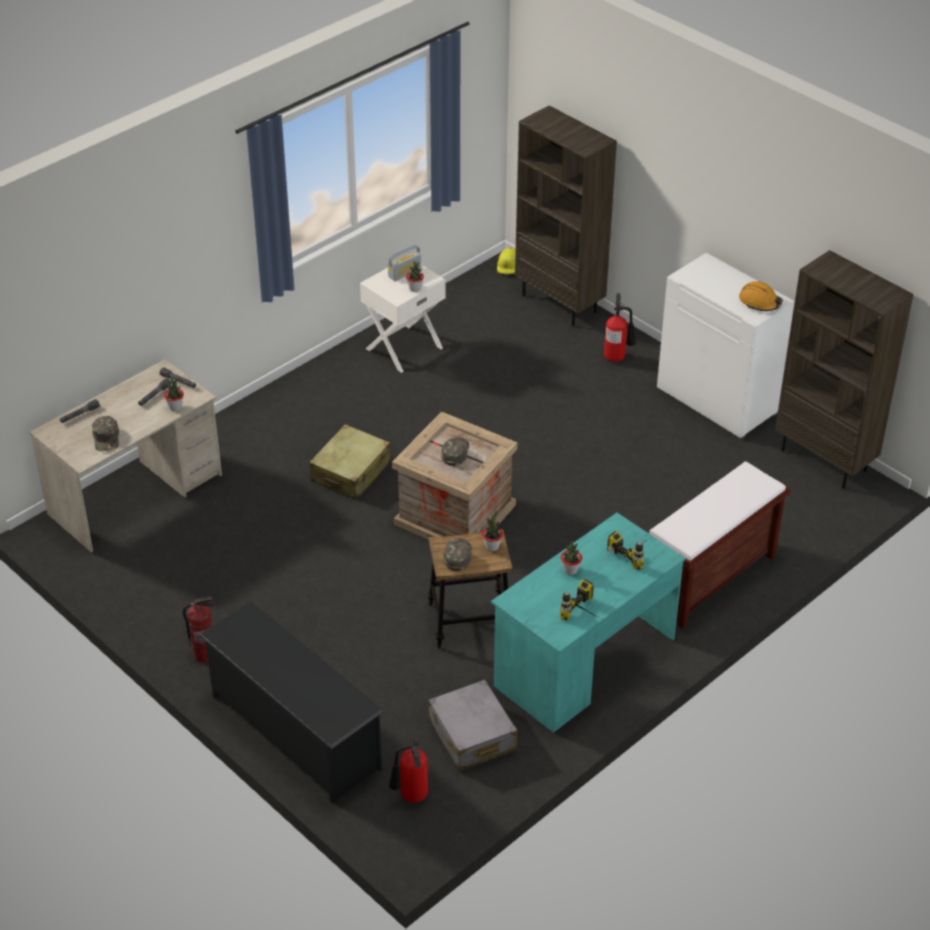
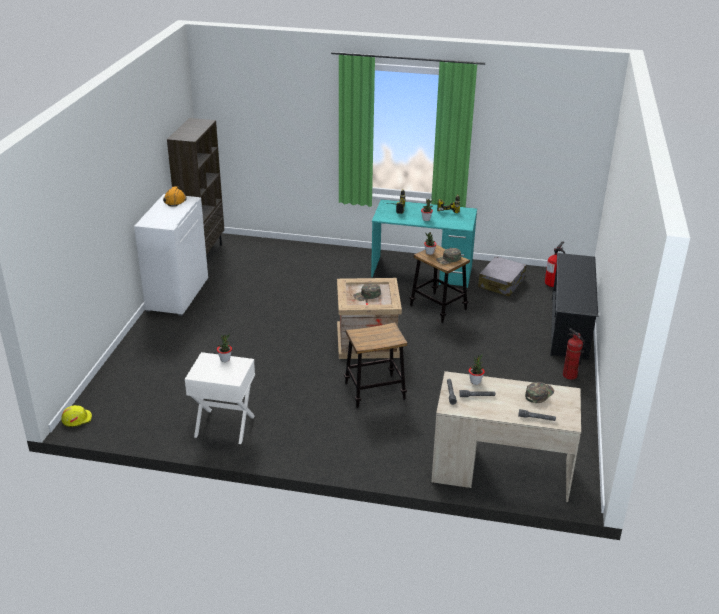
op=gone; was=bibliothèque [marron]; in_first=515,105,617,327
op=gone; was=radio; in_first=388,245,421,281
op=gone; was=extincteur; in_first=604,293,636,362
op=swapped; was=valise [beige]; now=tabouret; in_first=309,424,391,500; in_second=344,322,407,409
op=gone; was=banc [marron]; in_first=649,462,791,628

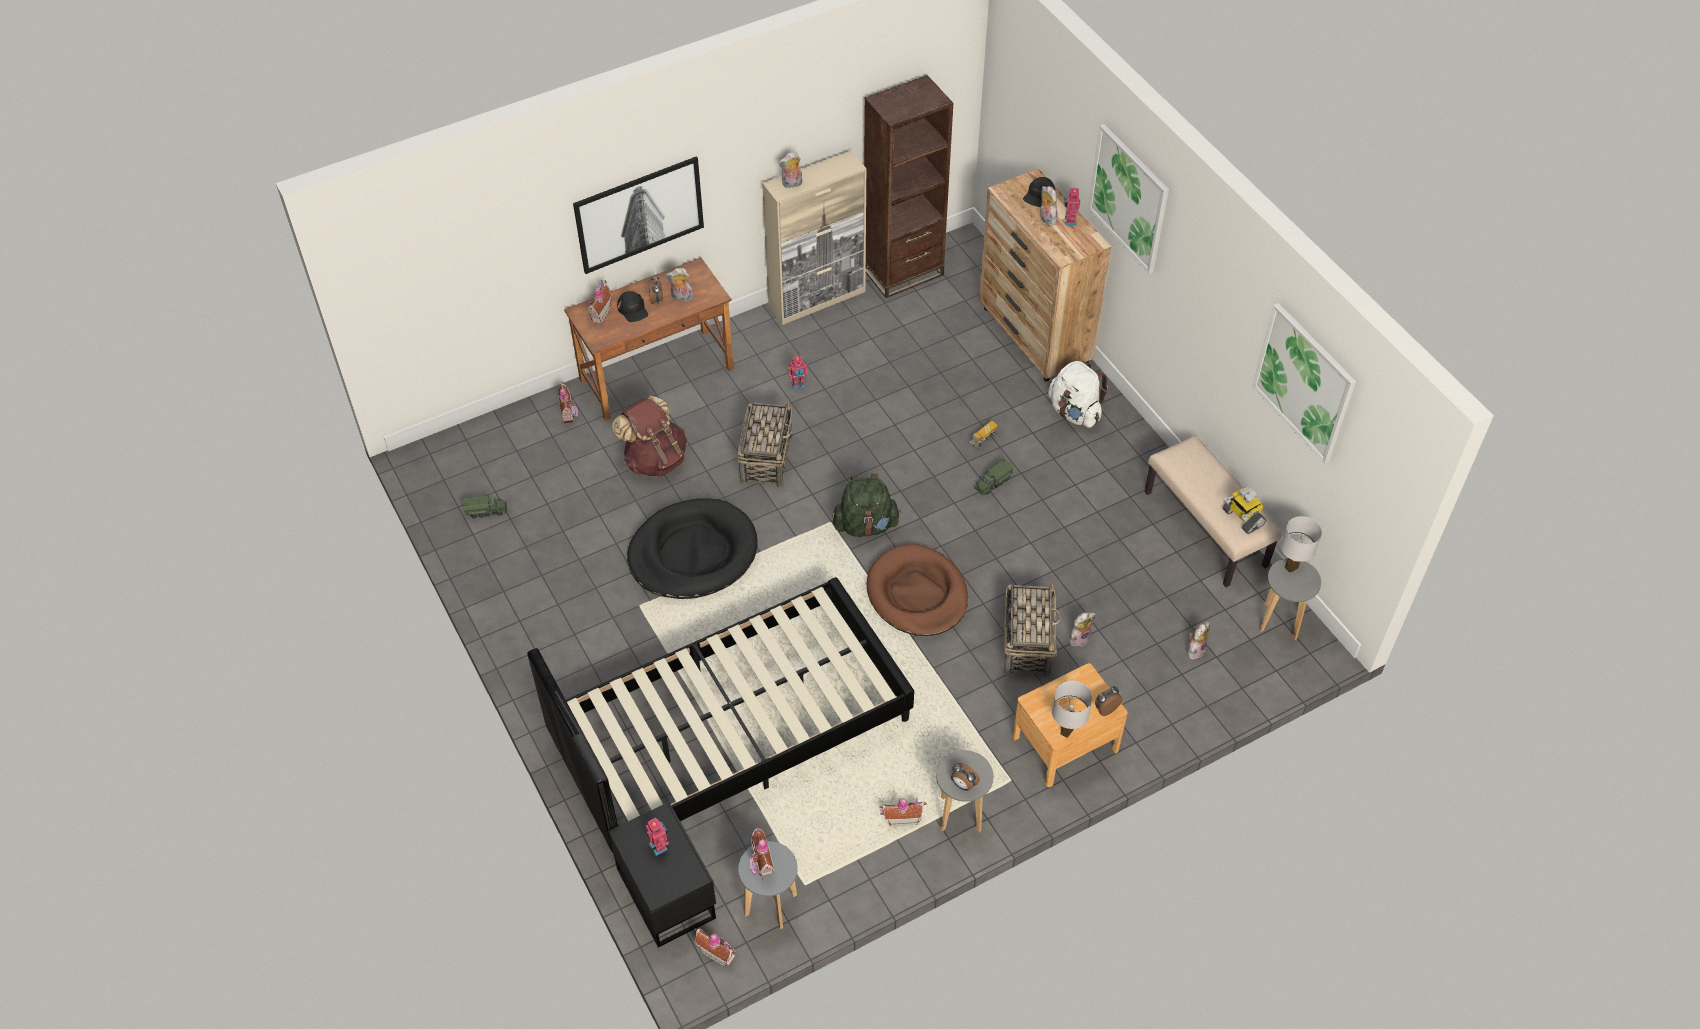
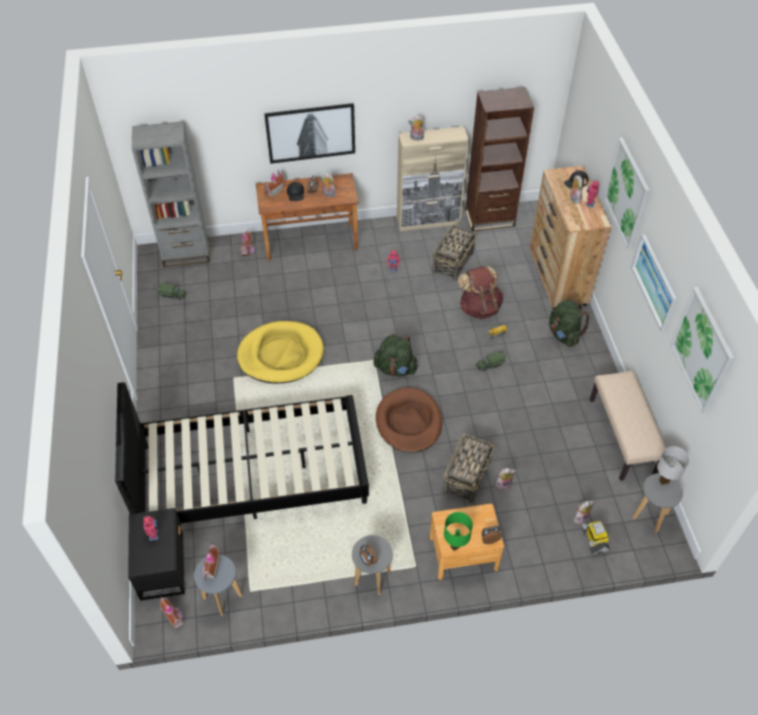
op=repainted; was=sac à dos [blanc]; now=sac à dos [vert]; in_first=1048,361,1108,428; in_second=549,300,590,347
op=shifted; was=sac à dos [marron]; in_first=612,395,687,477; in_second=458,266,503,319
op=shifted; was=panier; in_first=737,402,792,488; in_second=432,225,476,281
op=shifted; was=robot jouet; in_first=1222,486,1266,534; in_second=582,521,610,555
op=repainted; was=panier pour chien [noir]; now=panier pour chien [jaune]; in_first=627,498,758,599; in_second=237,321,324,384
op=repainted; was=lampe de table [blanc]; now=lampe de table [vert]; in_first=1052,681,1092,738; in_second=444,512,473,551
op=gone; was=maison miniature; in_first=879,798,927,827
op=new; now=bibliothèque [gris]; in_second=132,121,210,267
op=new; now=tableau; in_second=631,235,677,331

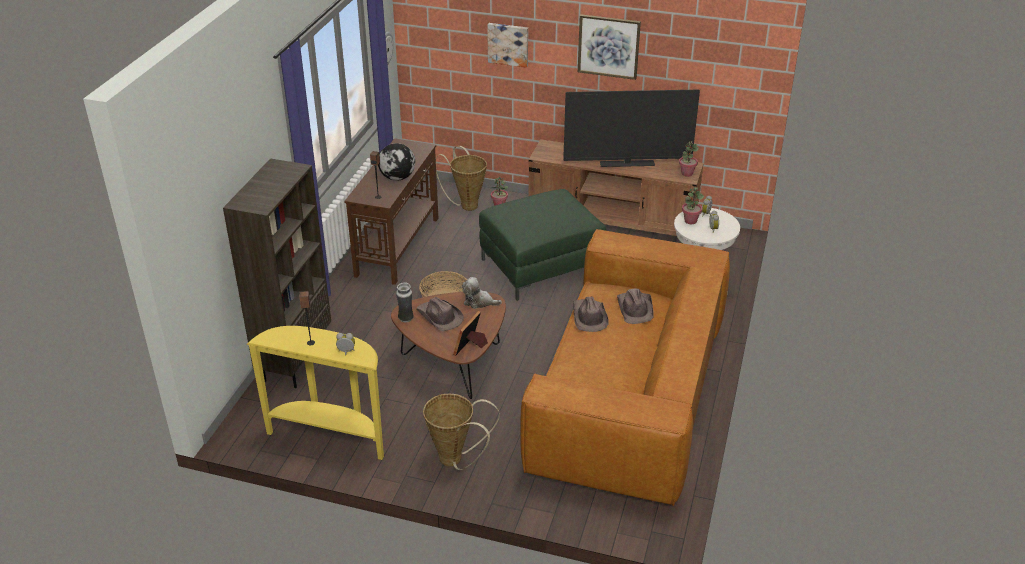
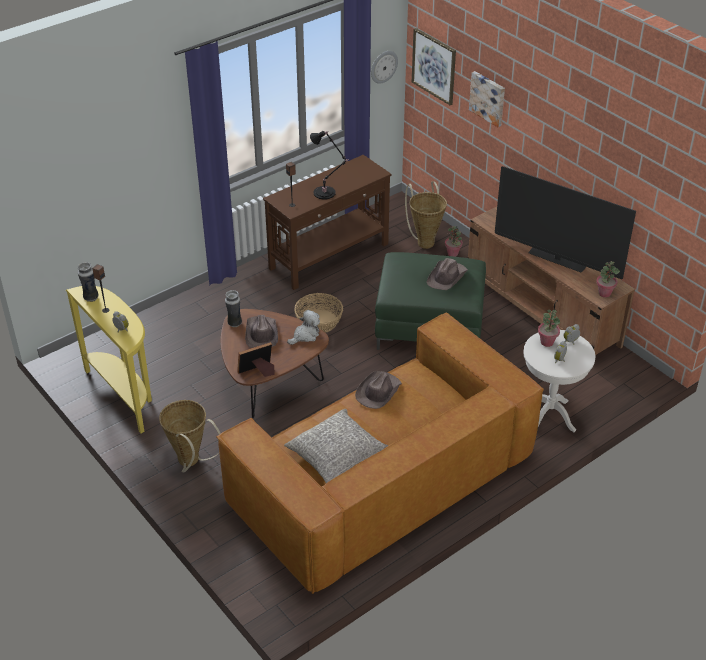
op=shifted; was=tableau; in_first=578,14,641,80; in_second=412,28,456,105
op=swapped; was=globe; now=lampe de table [noir]; in_first=378,143,415,180; in_second=310,131,348,200
op=gone; was=bibliothèque [marron]; in_first=223,158,331,388
op=rotated; was=peluche; in_first=462,277,502,309; in_second=287,310,320,345; clockwise=90
op=shifted; was=chapeau [marron]; in_first=617,289,654,324; in_second=426,258,468,290
op=new; now=vase; in_second=78,262,99,302
op=new; now=coussin [gris]; in_second=284,409,388,483

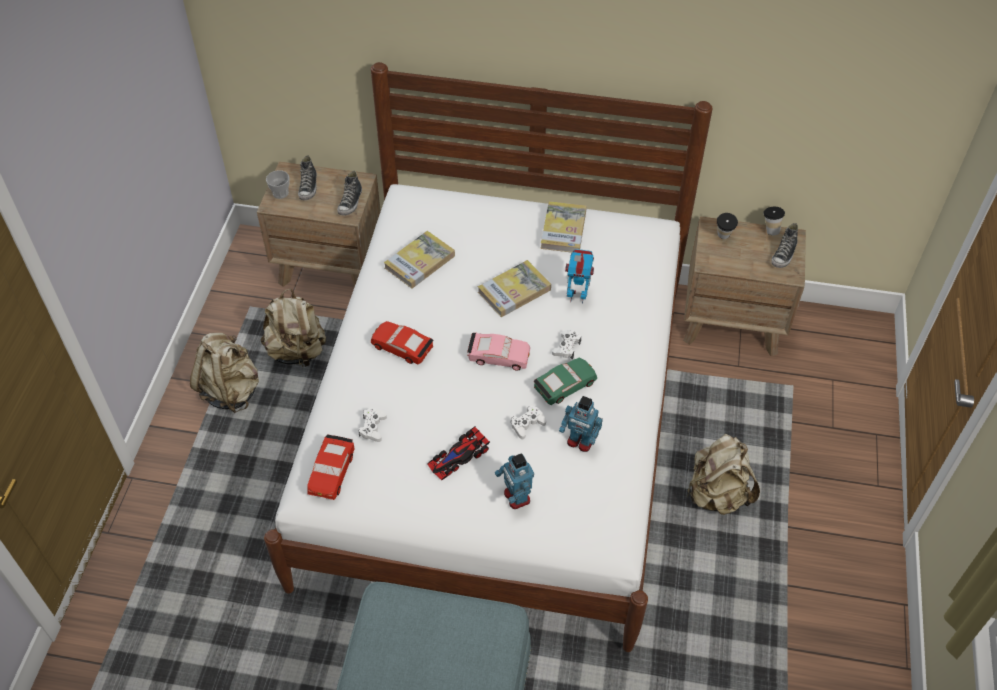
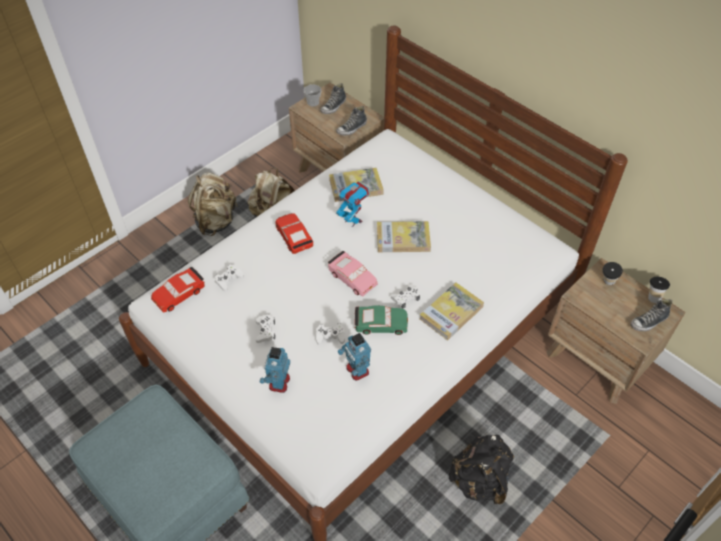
op=shifted; was=livre; in_first=540,201,587,253; in_second=420,283,484,340
op=shifted; was=robot jouet; in_first=565,249,594,304; in_second=336,181,369,227
op=swapped; was=petite voiture; now=manette [blanc]; in_first=427,426,490,480; in_second=256,315,275,343
op=repainted; was=sac à dos [beige]; now=sac à dos [noir]; in_first=686,433,760,515; in_second=449,435,514,504

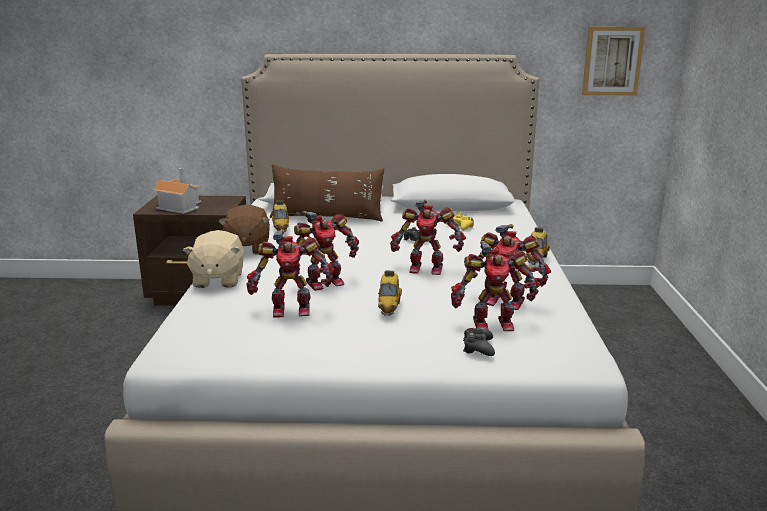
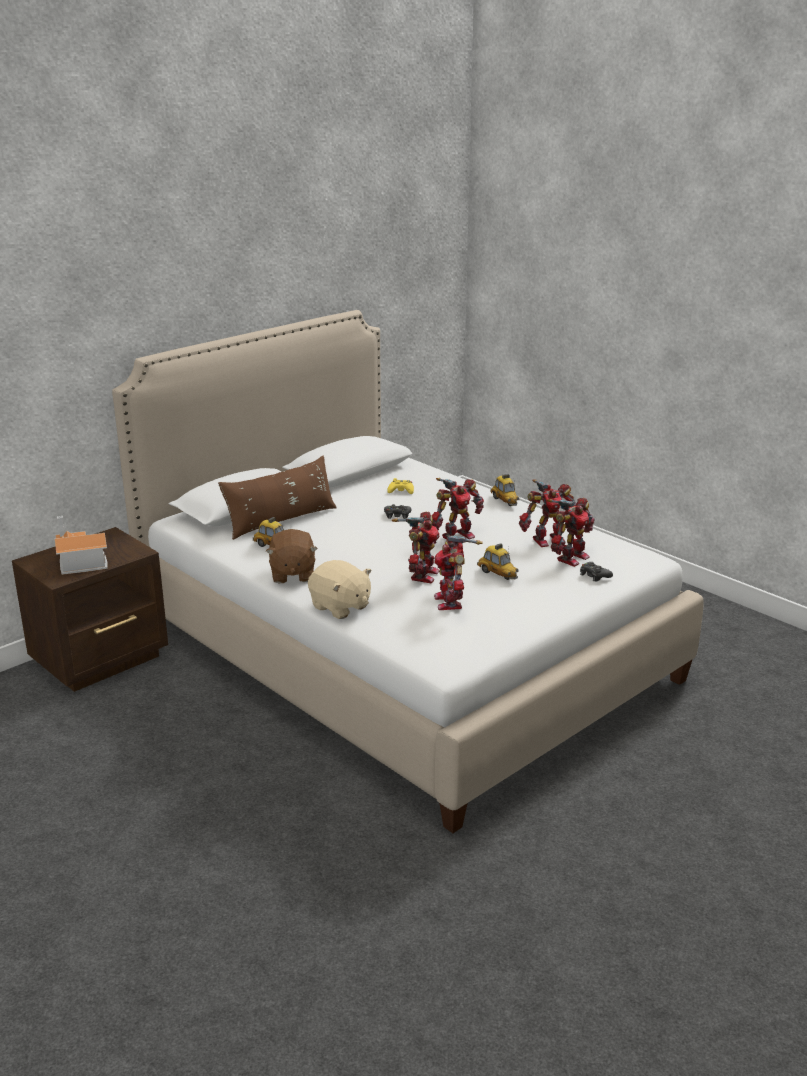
op=gone; was=tableau; in_first=582,27,645,95
op=rotated; was=peluche [marron]; in_first=218,204,270,254; in_second=266,529,317,583; clockwise=45
op=rotated; was=robot jouet; in_first=246,229,335,318; in_second=434,535,483,610; clockwise=135

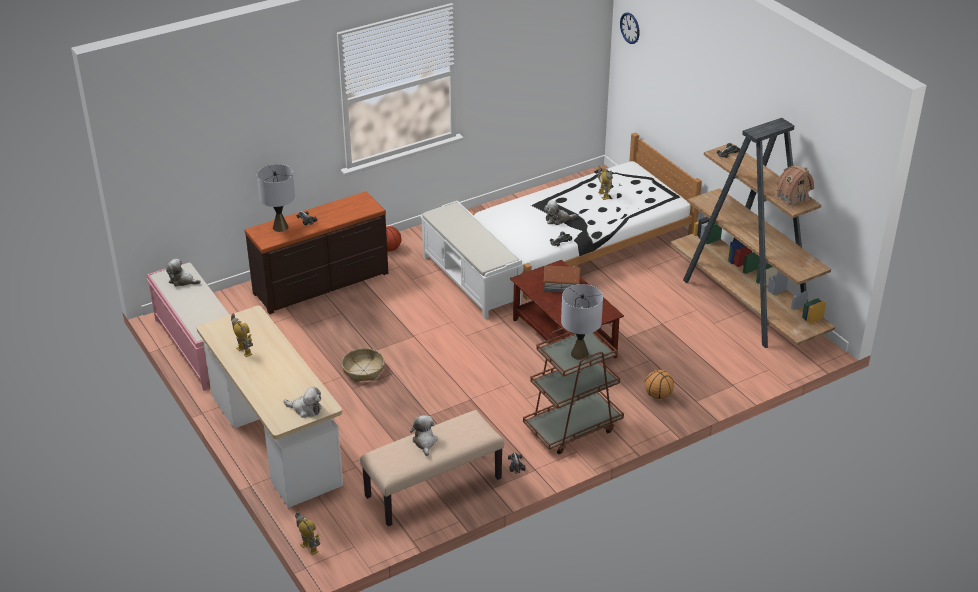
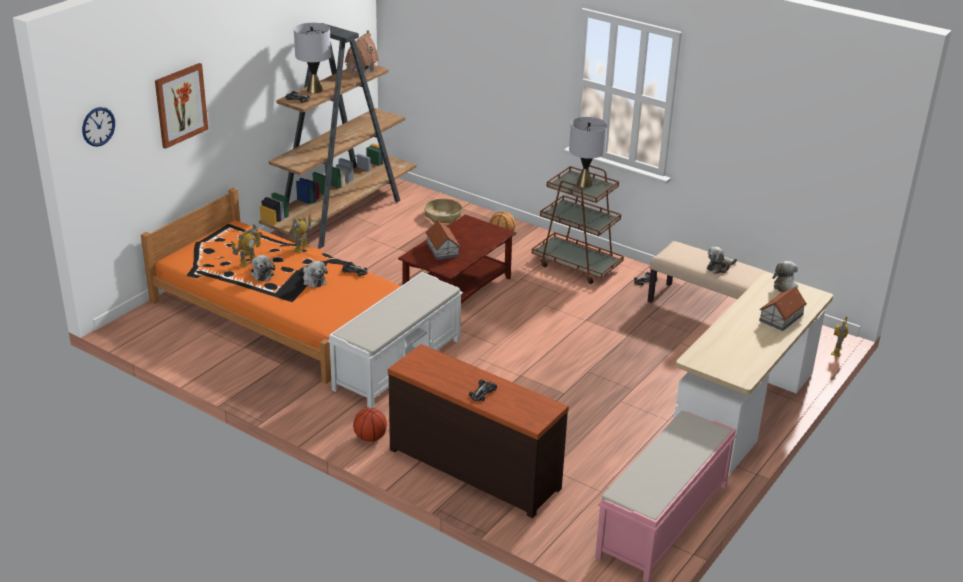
op=repainted; was=lit [blanc]; now=lit [orange]; in_first=469,132,702,300; in_second=141,188,400,384
op=shifted; was=lampe de table [gris]; in_first=257,164,295,232; in_second=294,23,331,93
op=shifted; was=peluche; in_first=166,259,201,286; in_second=251,255,275,281
op=shifted; was=robot jouet; in_first=231,313,253,357; in_second=289,215,312,253
op=shifted; was=panier; in_first=342,348,384,382; in_second=424,198,462,224
op=new; now=tableau; in_second=155,63,208,149
op=new; now=maison miniature; in_second=759,287,807,331

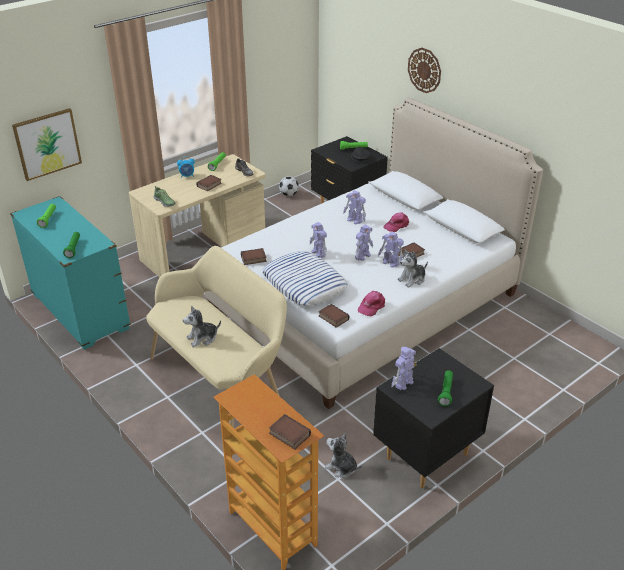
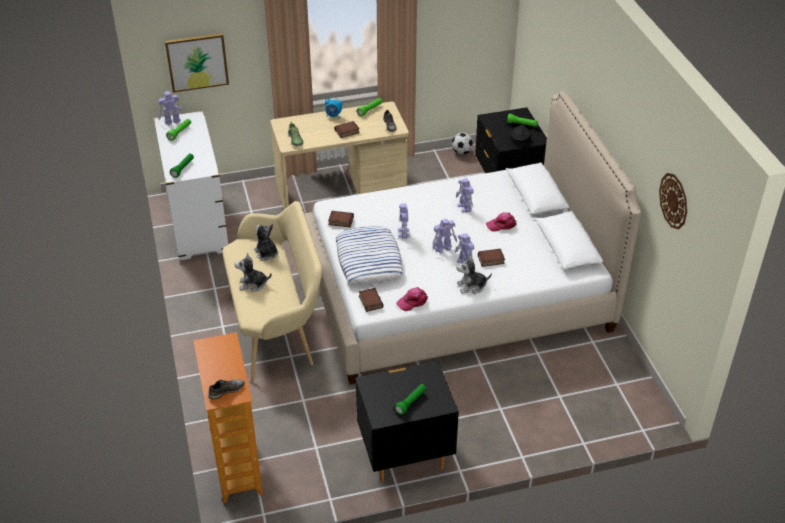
op=shifted; was=horloge murale; in_first=408,48,441,93; in_second=659,173,687,229
op=repainted; was=commode [turquoise]; now=commode [blanc]; in_first=10,196,131,350; in_second=154,111,228,260
op=shifted; was=robot jouet; in_first=392,347,416,390; in_second=158,91,183,125
op=swapped; was=livre; now=chaussure [gris]; in_first=269,414,311,450; in_second=208,379,245,400
op=shifted; was=peluche; in_first=325,433,362,478; in_second=254,224,278,261

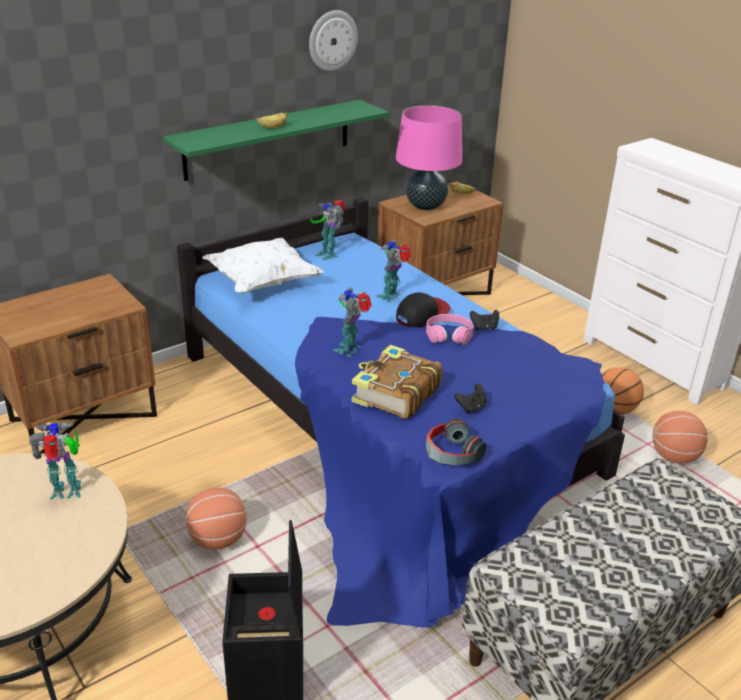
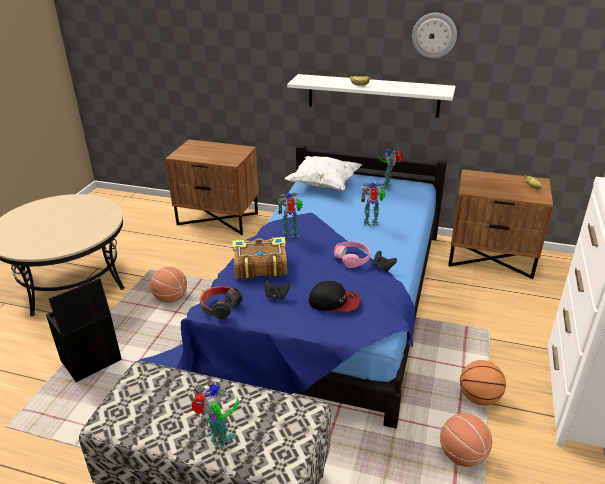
op=repainted; was=étagère [vert]; now=étagère [blanc]; in_first=163,100,389,181; in_second=287,74,455,118
op=gone; was=lampe de table [rose]; in_first=396,105,462,210
op=shifted; was=casquette; in_first=396,292,451,327; in_second=309,281,361,312
op=shifted; was=robot jouet; in_first=29,423,81,500; in_second=192,379,239,450

